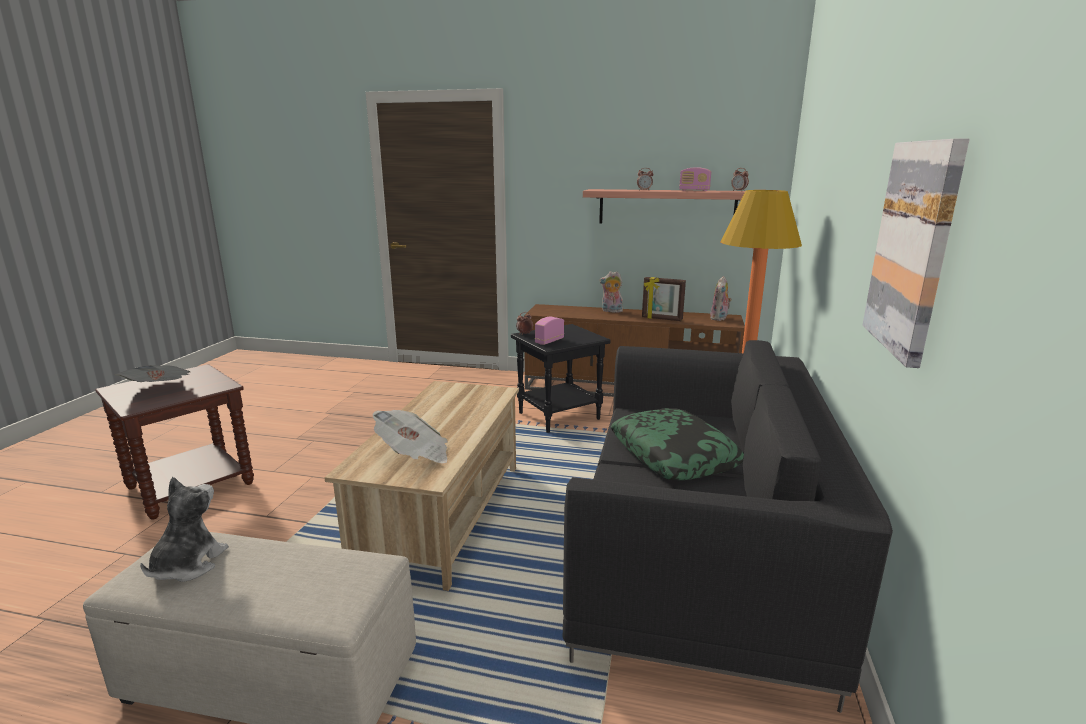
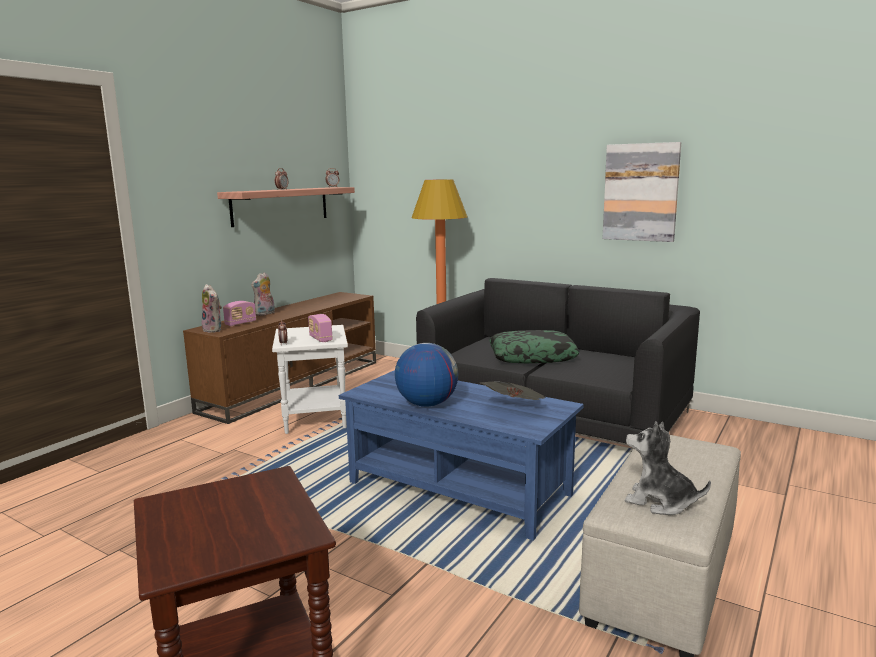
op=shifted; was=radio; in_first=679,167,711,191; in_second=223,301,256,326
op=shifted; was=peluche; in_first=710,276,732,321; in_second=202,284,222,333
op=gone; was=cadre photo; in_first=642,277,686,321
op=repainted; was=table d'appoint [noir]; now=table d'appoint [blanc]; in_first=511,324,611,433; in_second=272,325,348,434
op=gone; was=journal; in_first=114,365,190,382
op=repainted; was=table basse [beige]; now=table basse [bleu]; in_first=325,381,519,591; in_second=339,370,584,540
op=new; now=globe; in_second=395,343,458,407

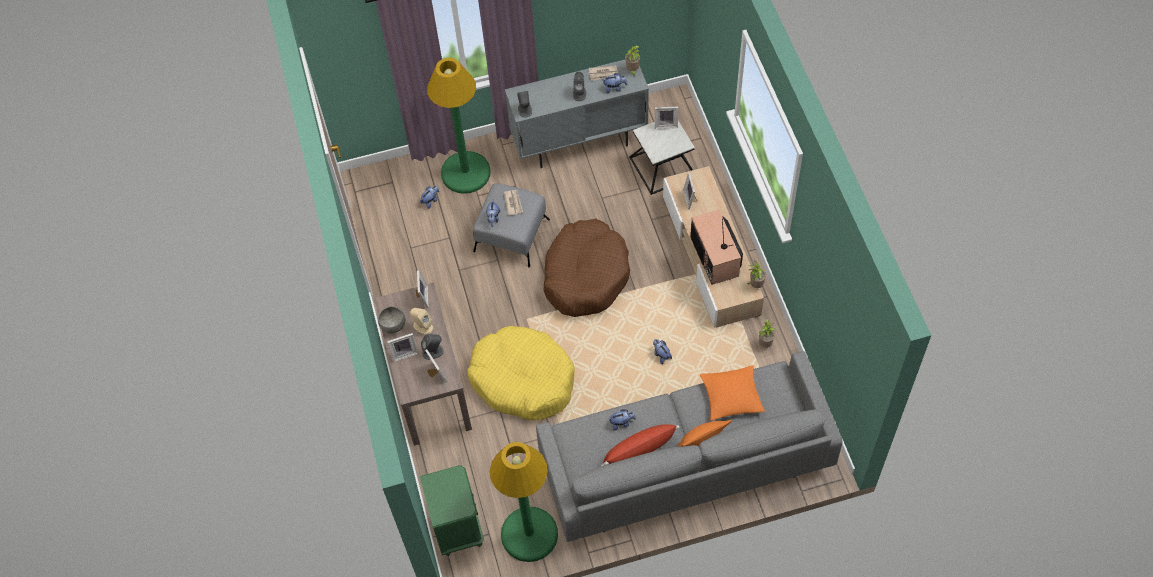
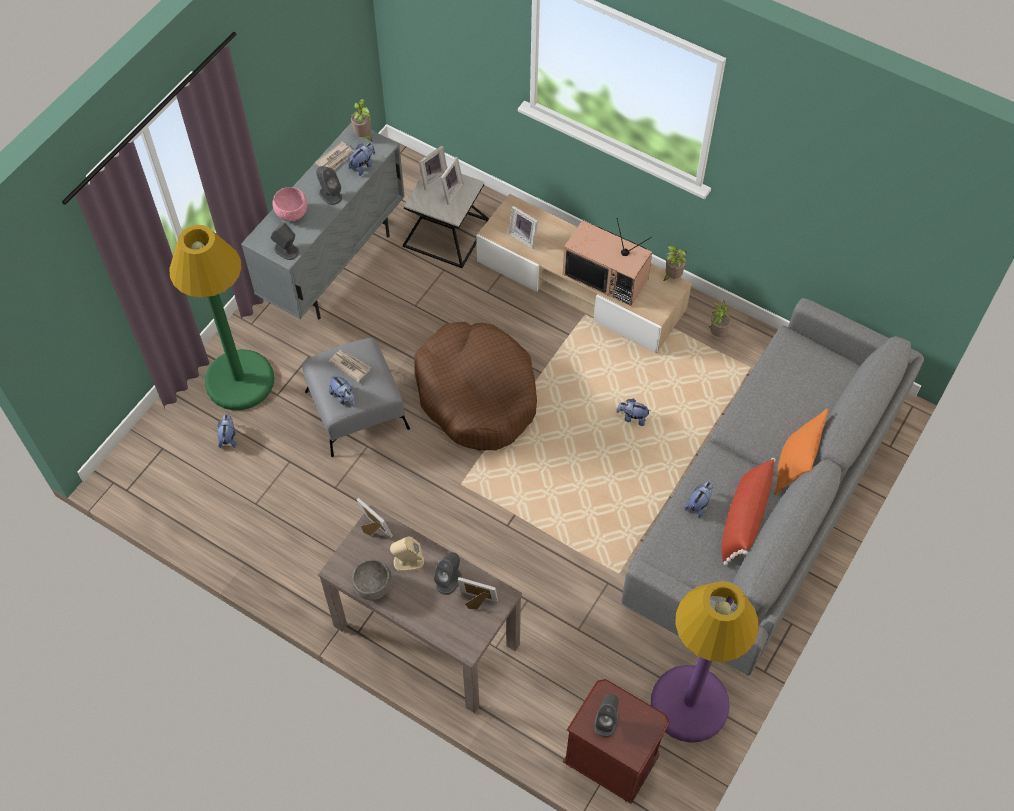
op=gone; was=panier pour chien [jaune]; in_first=467,326,575,421
op=shifted; was=cadre photo; in_first=387,333,419,362; in_second=441,157,464,205
op=gone; was=coussin [orange]; in_first=700,365,765,421
op=repainted; was=lampadaire [vert]; now=lampadaire [violet]; in_first=490,442,558,562; in_second=651,581,758,743
op=repainted; was=table de chevet [vert]; now=table de chevet [marron]; in_first=420,465,484,556; in_second=563,679,670,804
op=new; now=bol [rose]; in_second=272,187,307,221
op=new; now=enceinte [gris]; in_second=594,694,619,738

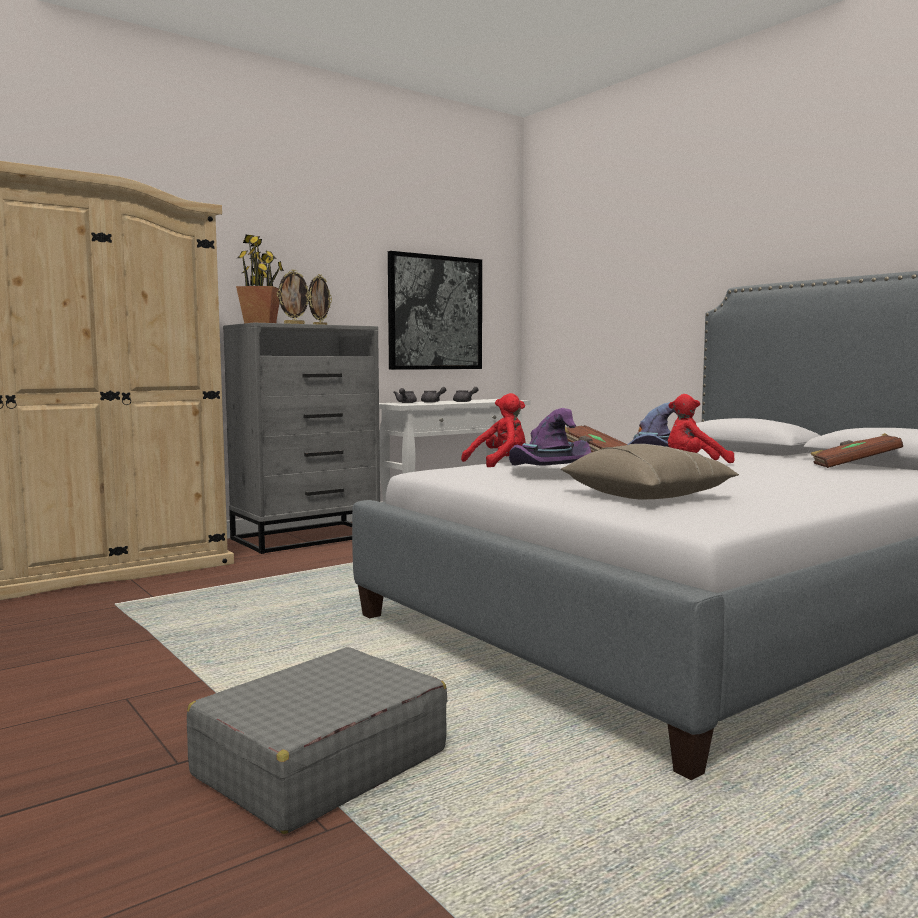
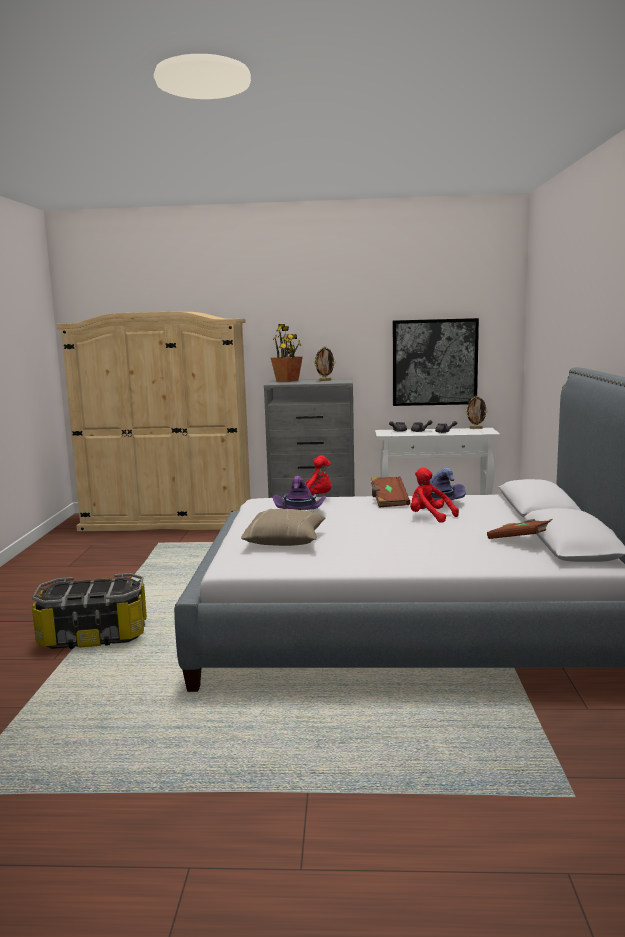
op=shifted; was=cadre photo; in_first=277,270,311,324; in_second=465,396,488,429
op=swapped; was=valise [gris]; now=boîte de rangement; in_first=187,647,447,834; in_second=32,573,147,649

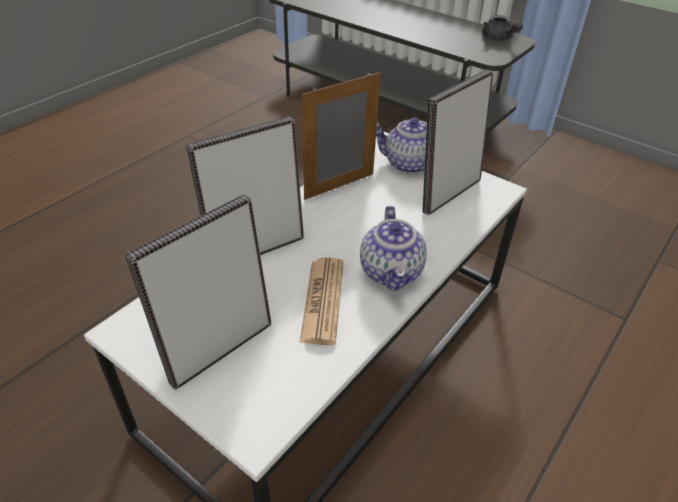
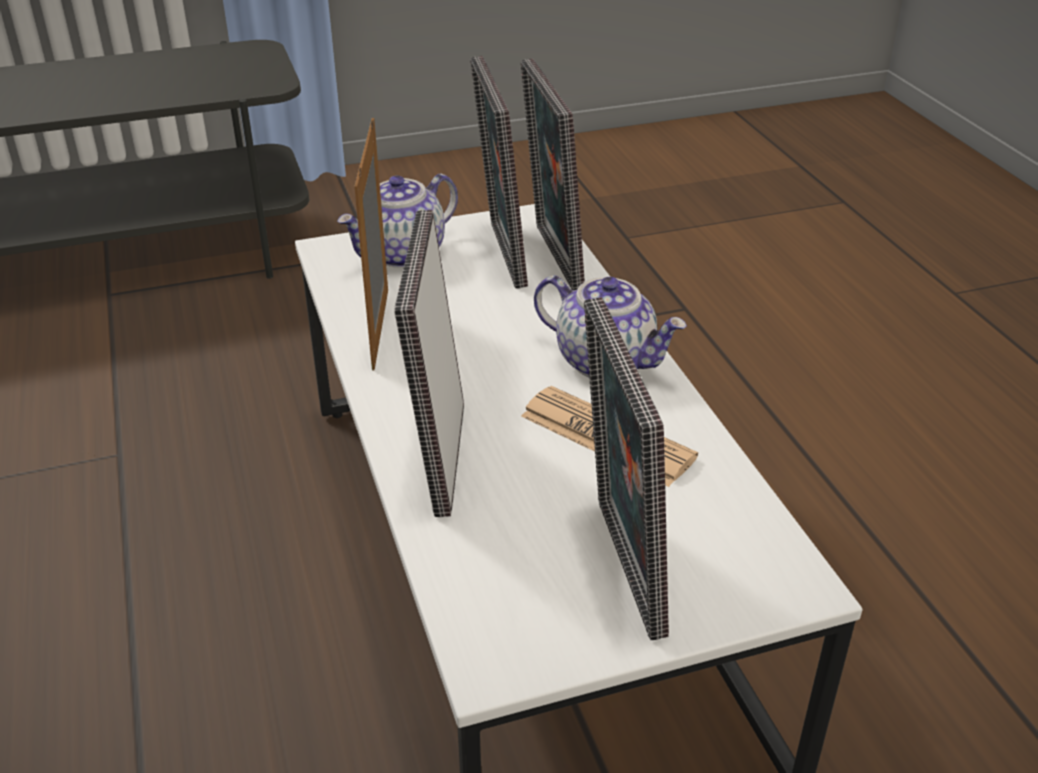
op=gone; was=théière [gris]; in_first=482,15,523,41
op=new; now=cadre photo; in_second=521,58,585,290

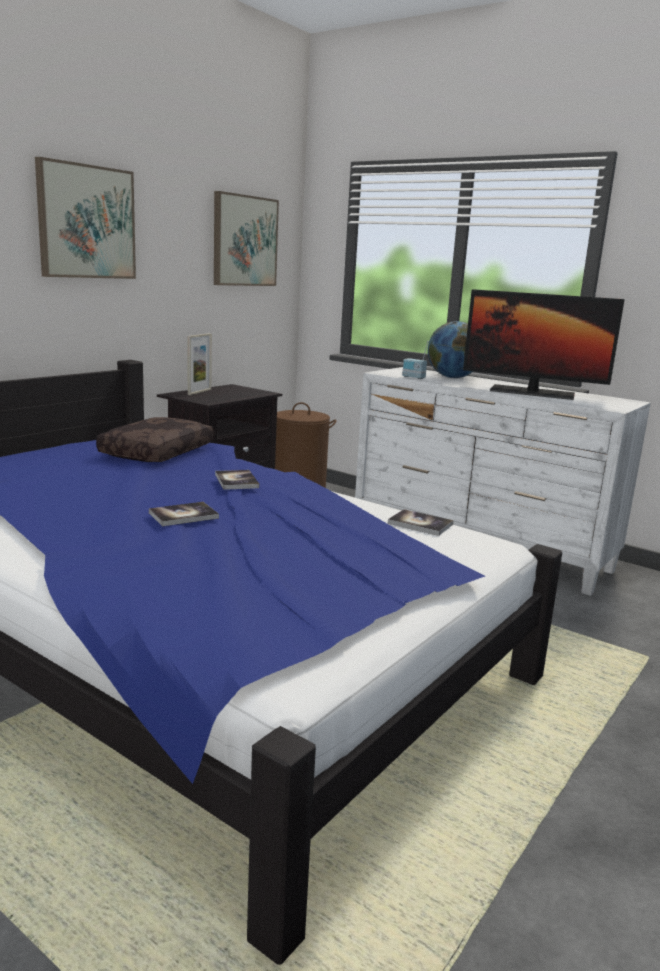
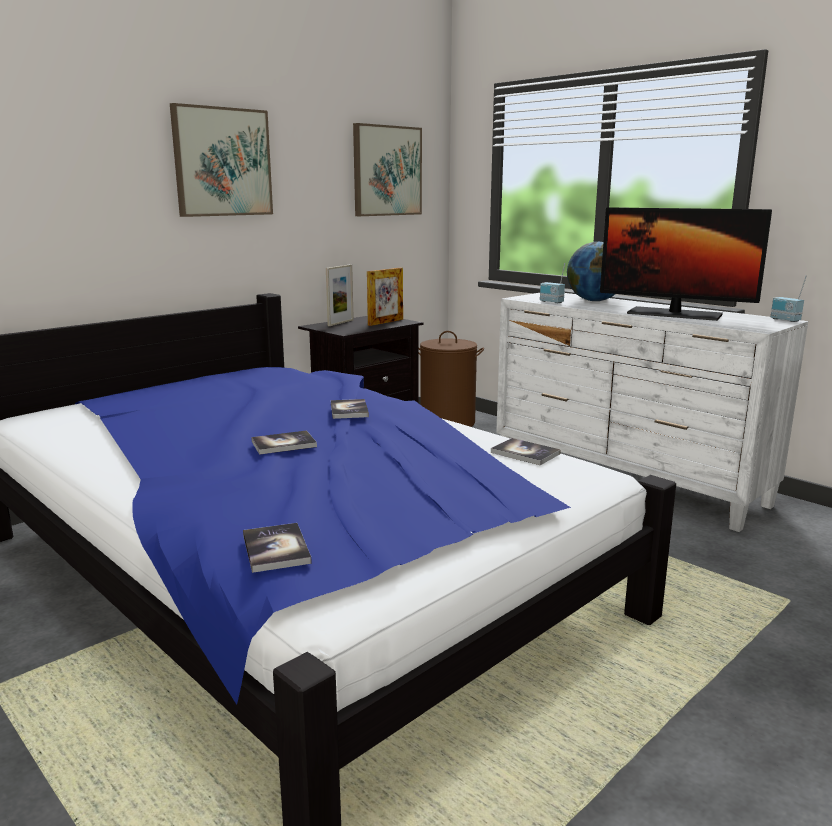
op=gone; was=coussin [marron]; in_first=96,417,213,462
op=new; now=cadre photo; in_second=367,268,403,326
op=new; now=radio; in_second=771,275,807,322
op=new; now=livre; in_second=243,523,312,573

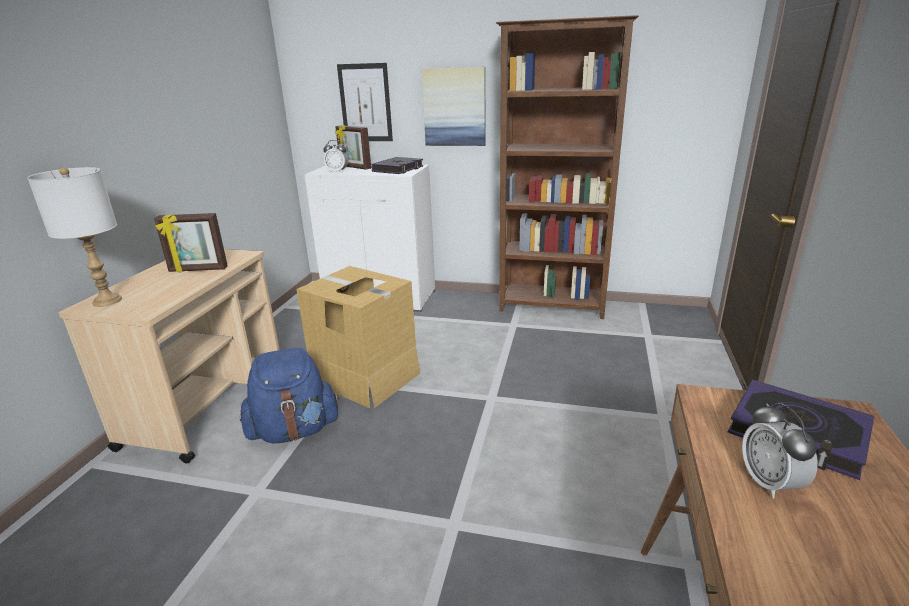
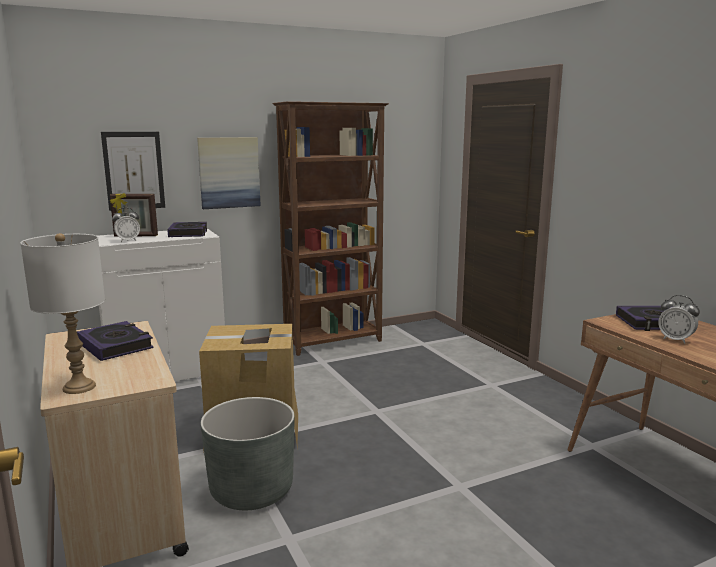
op=swapped; was=cadre photo; now=livre; in_first=154,213,228,272; in_second=77,321,154,361
op=swapped; was=sac à dos [bleu]; now=cache-pot [gris]; in_first=240,348,340,443; in_second=201,397,295,510

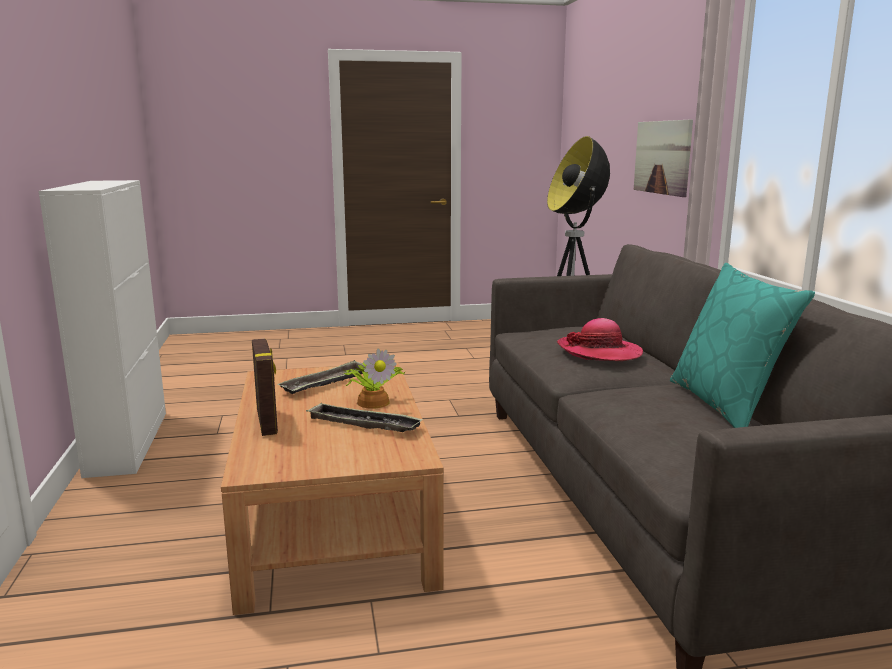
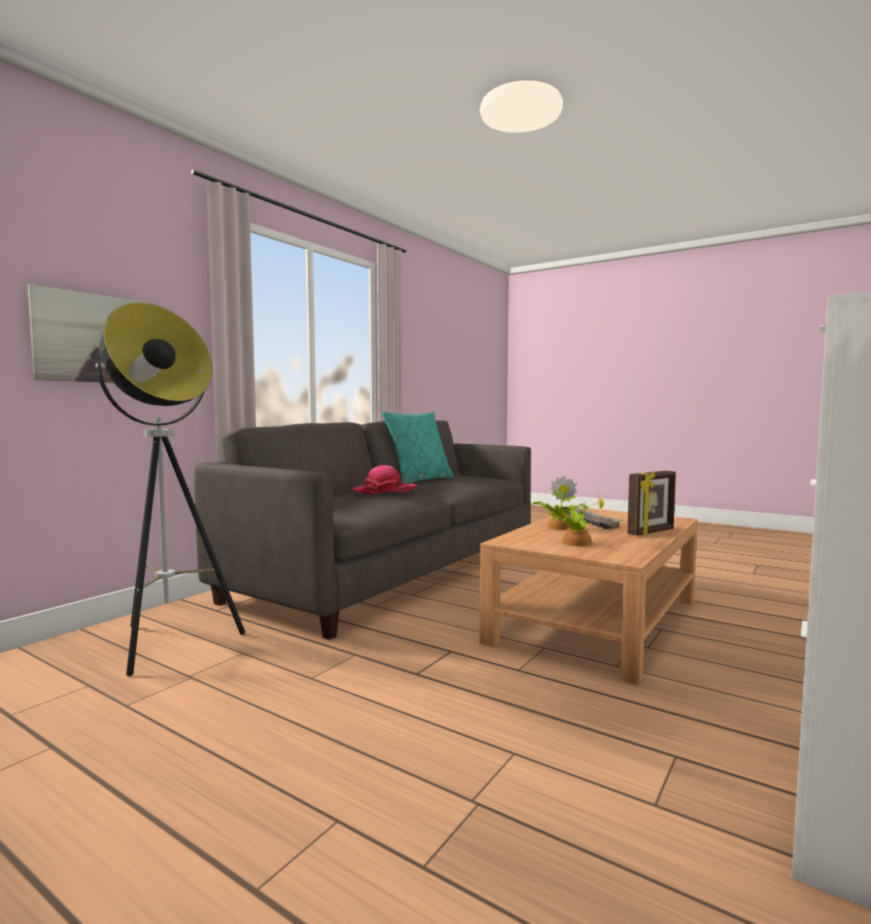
op=rotated; was=cadre photo; in_first=252,339,278,436; in_second=627,471,676,536; clockwise=-150
op=swapped; was=plateau; now=plante en pot; in_first=278,360,366,394; in_second=547,493,604,547

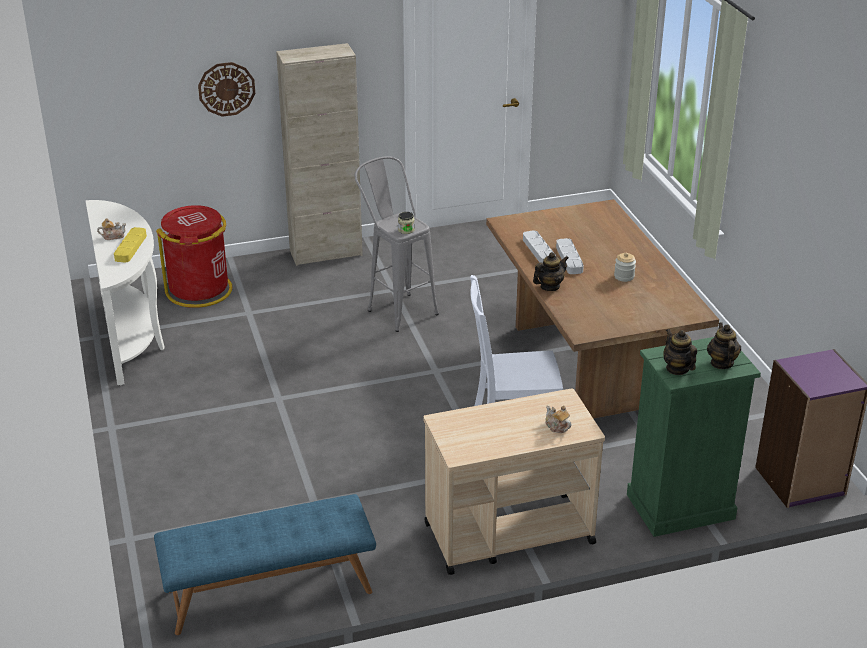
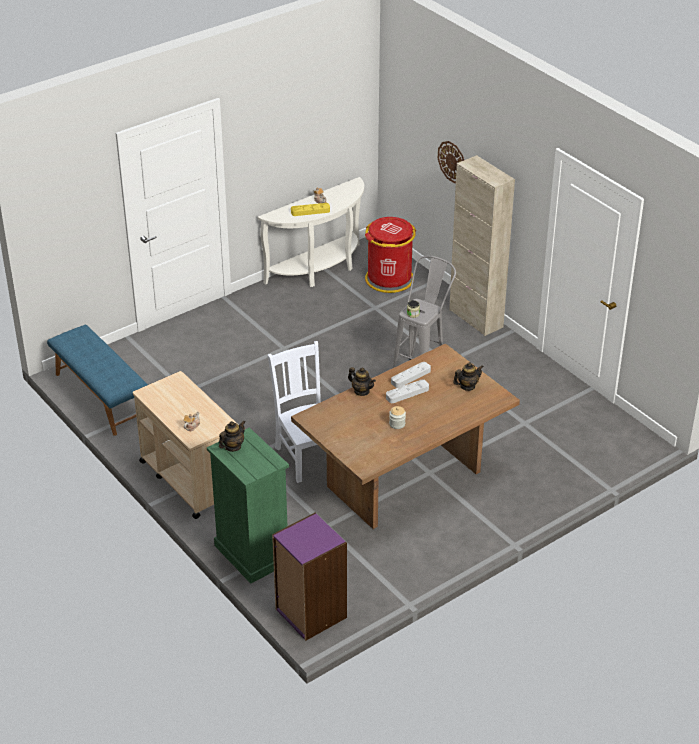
op=shifted; was=théière; in_first=707,322,741,369; in_second=453,362,484,391

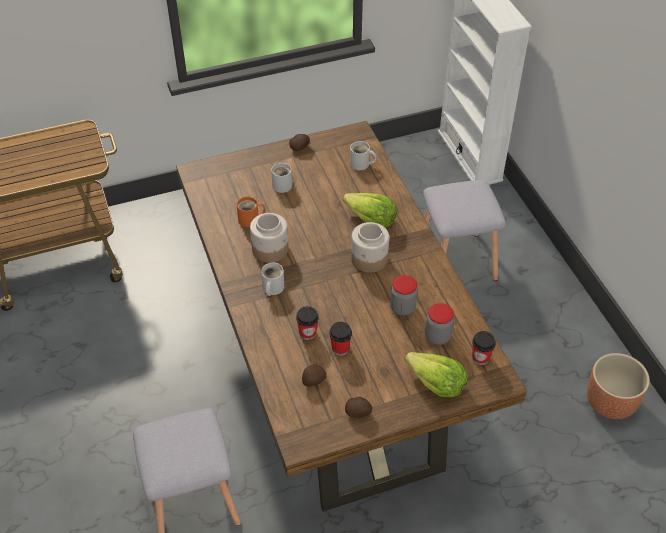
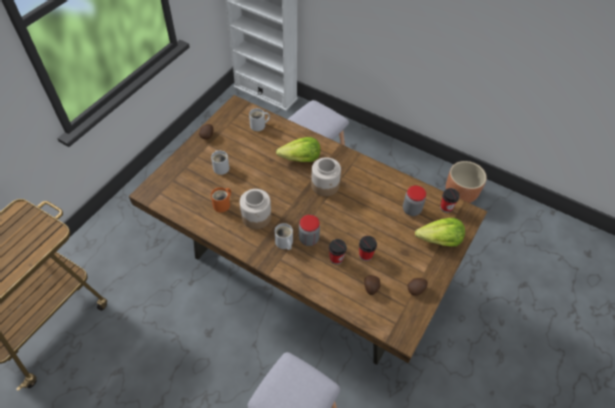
op=shifted; was=bocal; in_first=390,275,418,316; in_second=299,215,320,246

